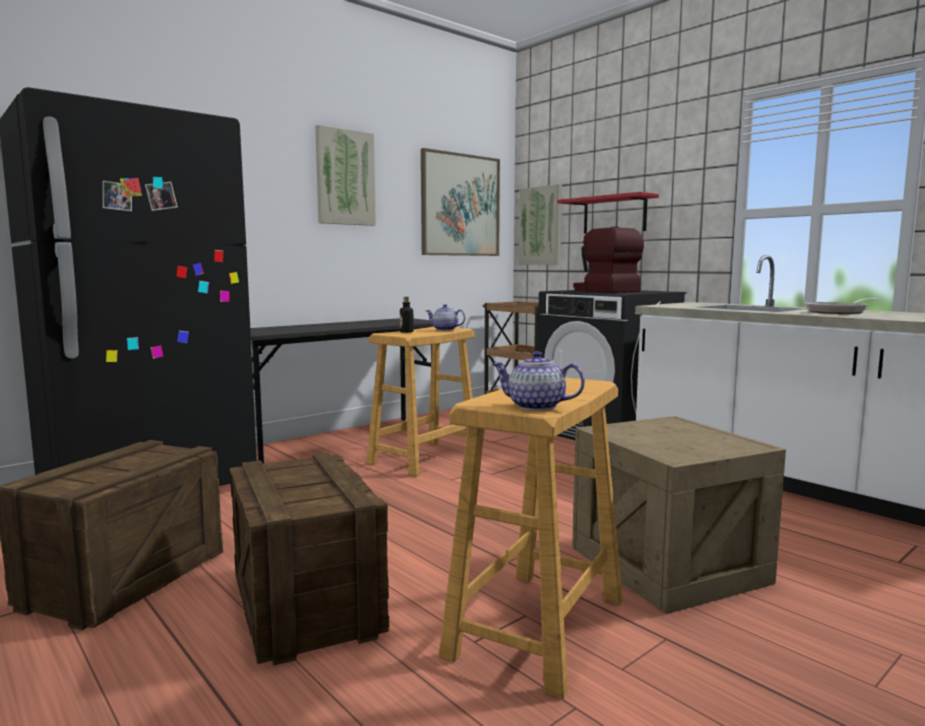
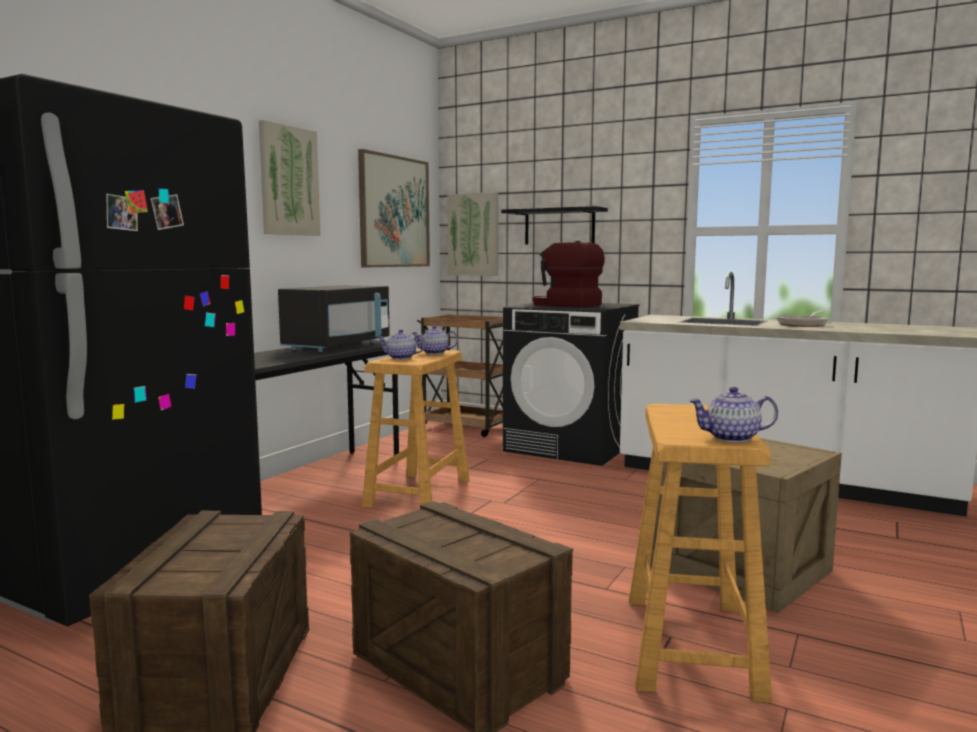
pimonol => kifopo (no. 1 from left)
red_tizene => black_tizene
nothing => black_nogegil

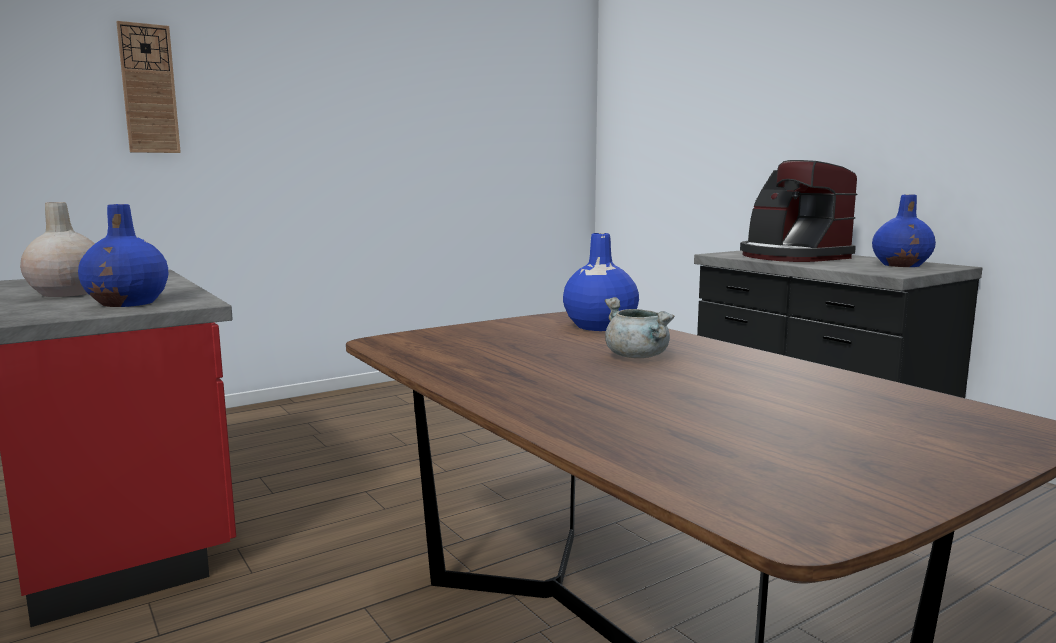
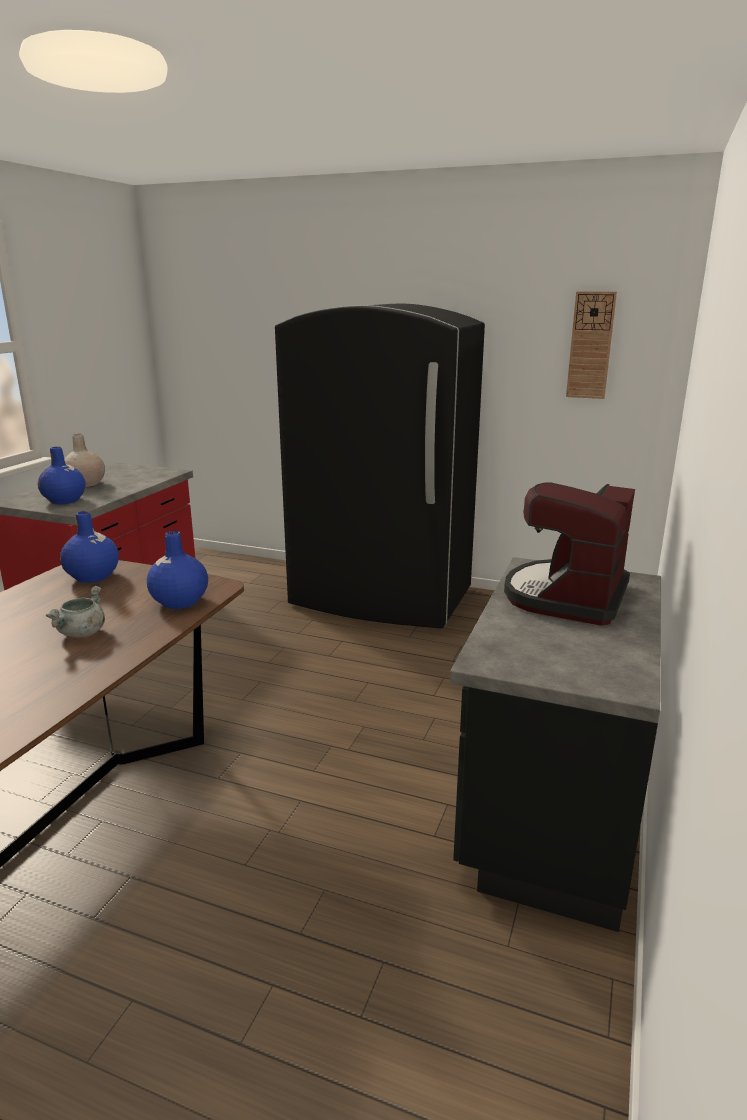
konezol, relocated
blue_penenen (no. 3 from left in the first image) => blue_penenen (no. 2 from left), relocated
nothing => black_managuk

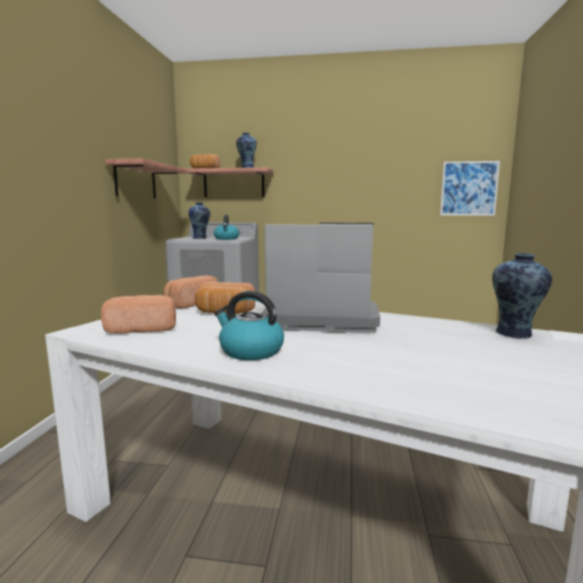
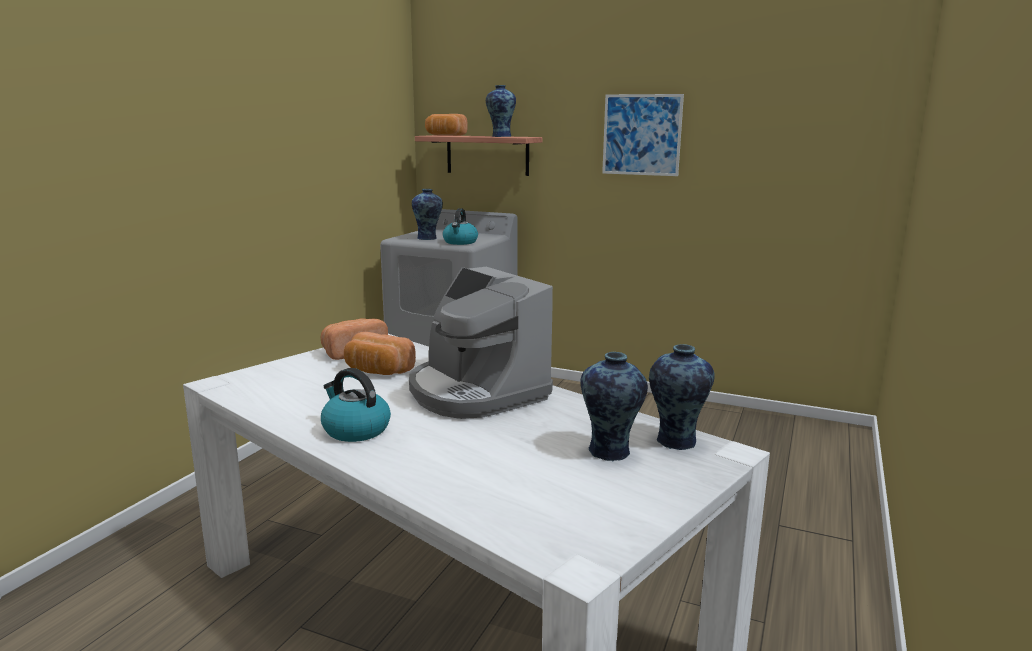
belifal (no. 1 from left) => nothing
tizene (no. 1 from left) => nothing
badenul, 150 degrees counterclockwise
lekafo, relocated
nothing => penenen (no. 3 from left)

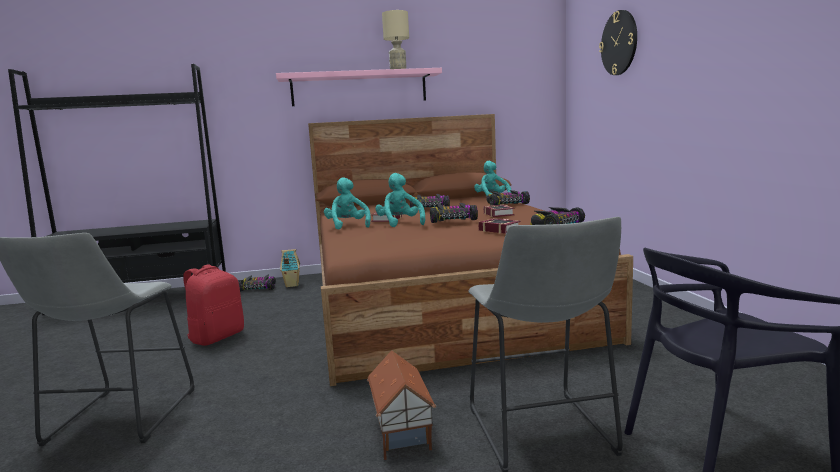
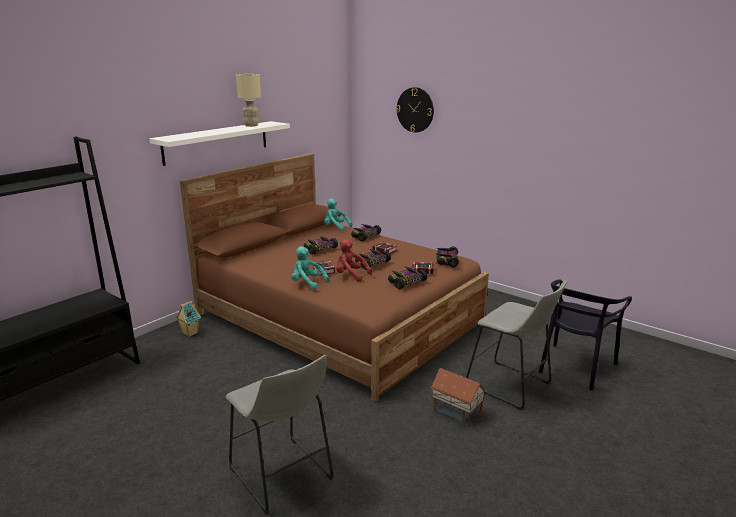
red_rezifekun => nothing
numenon (no. 1 from left in the first image) => numenon (no. 4 from left), relocated
pink_tizene => white_tizene
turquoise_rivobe (no. 2 from left) => red_rivobe

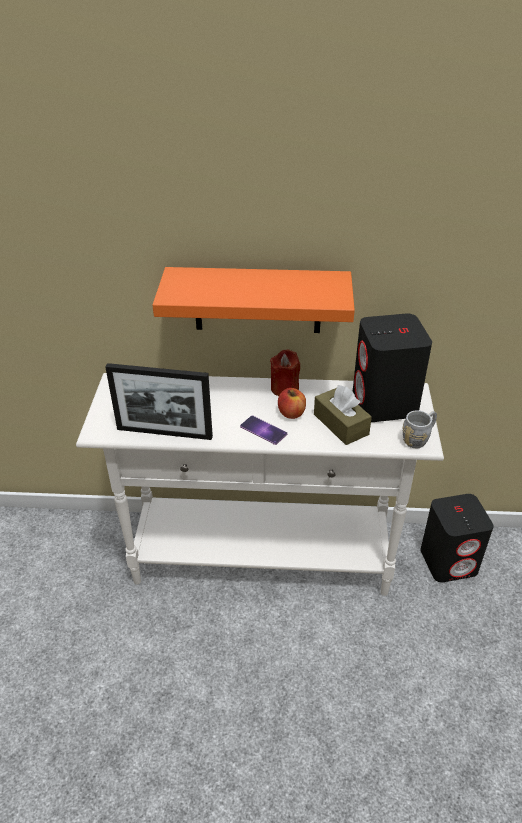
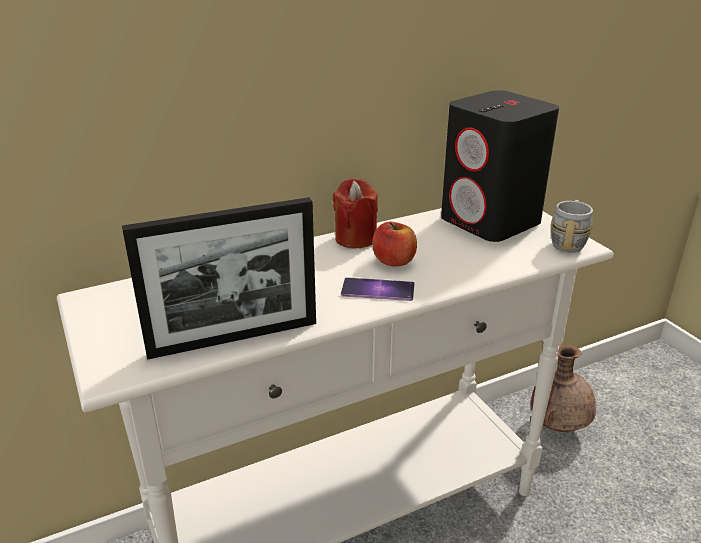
orange_tizene => nothing
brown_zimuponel => nothing
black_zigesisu (no. 2 from left) => brown_penenen

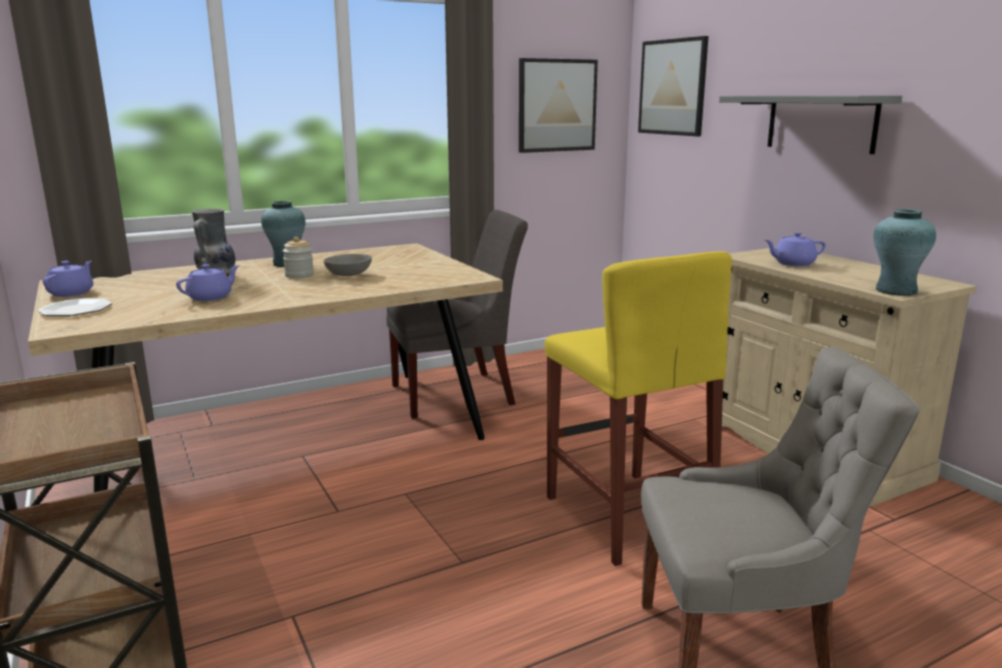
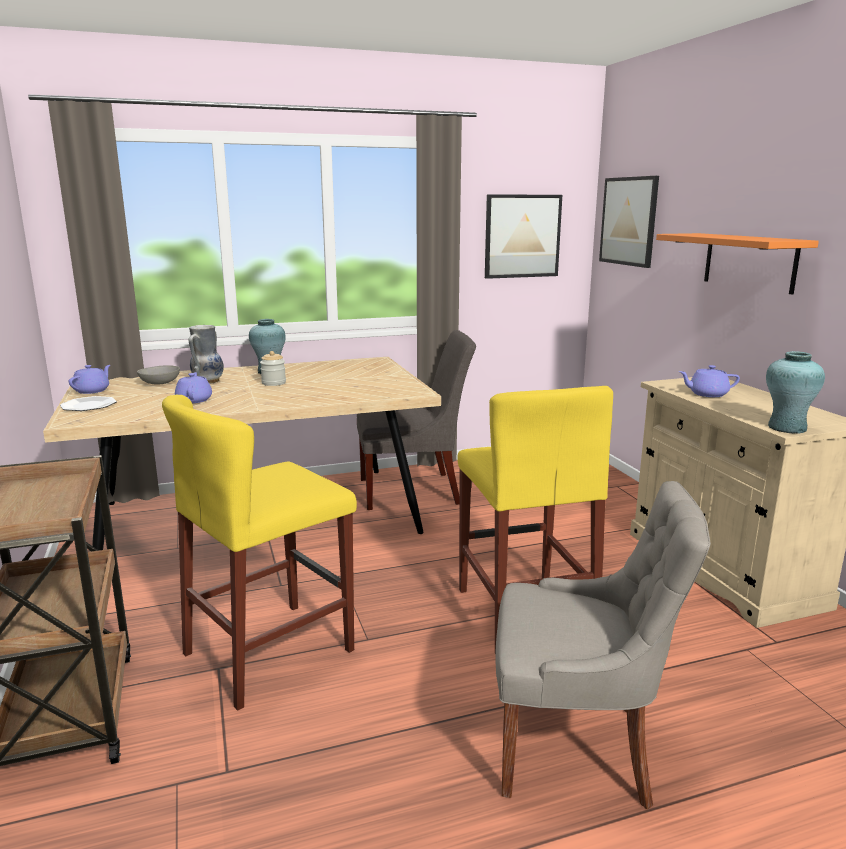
purple_kifopo (no. 2 from left), 60 degrees counterclockwise
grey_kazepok, relocated
grey_tizene => orange_tizene
nothing => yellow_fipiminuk (no. 1 from left)

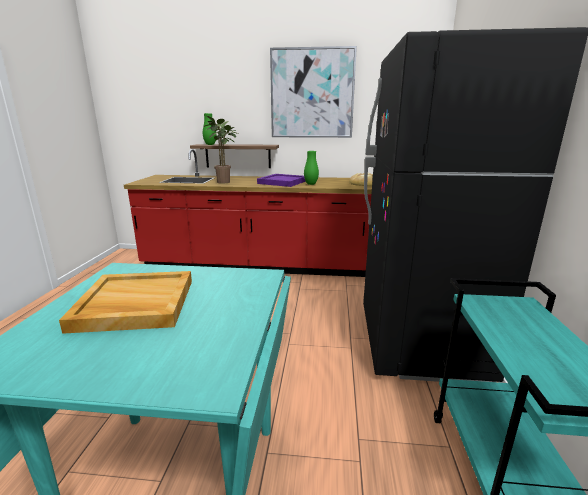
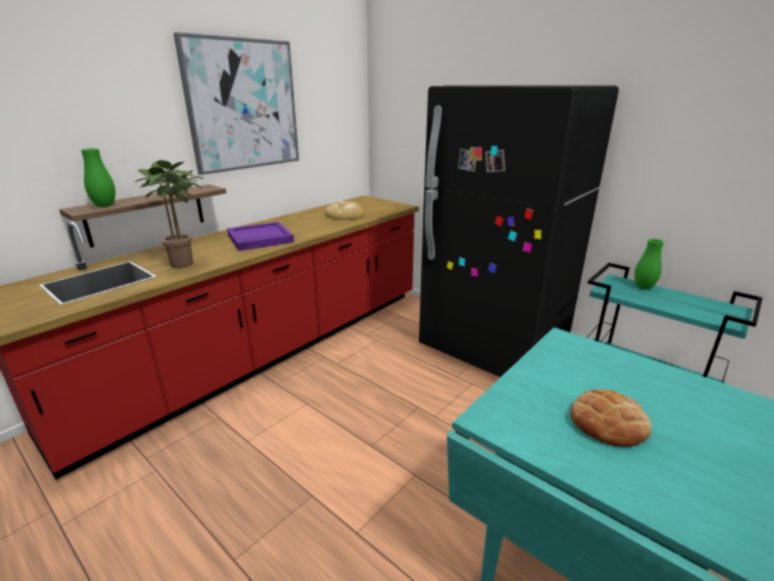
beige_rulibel => belifal (no. 2 from left)
green_penenen (no. 2 from left), relocated

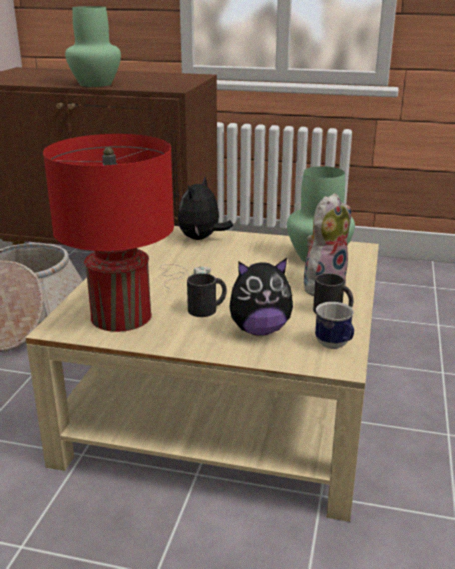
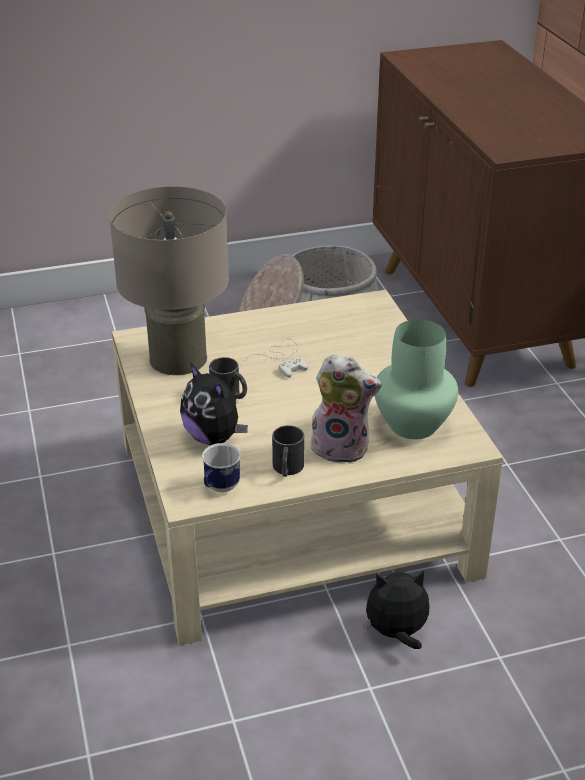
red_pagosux => beige_pagosux
green_penenen (no. 1 from left) => nothing
rivobe (no. 1 from left in the first image) => rivobe (no. 3 from left), relocated

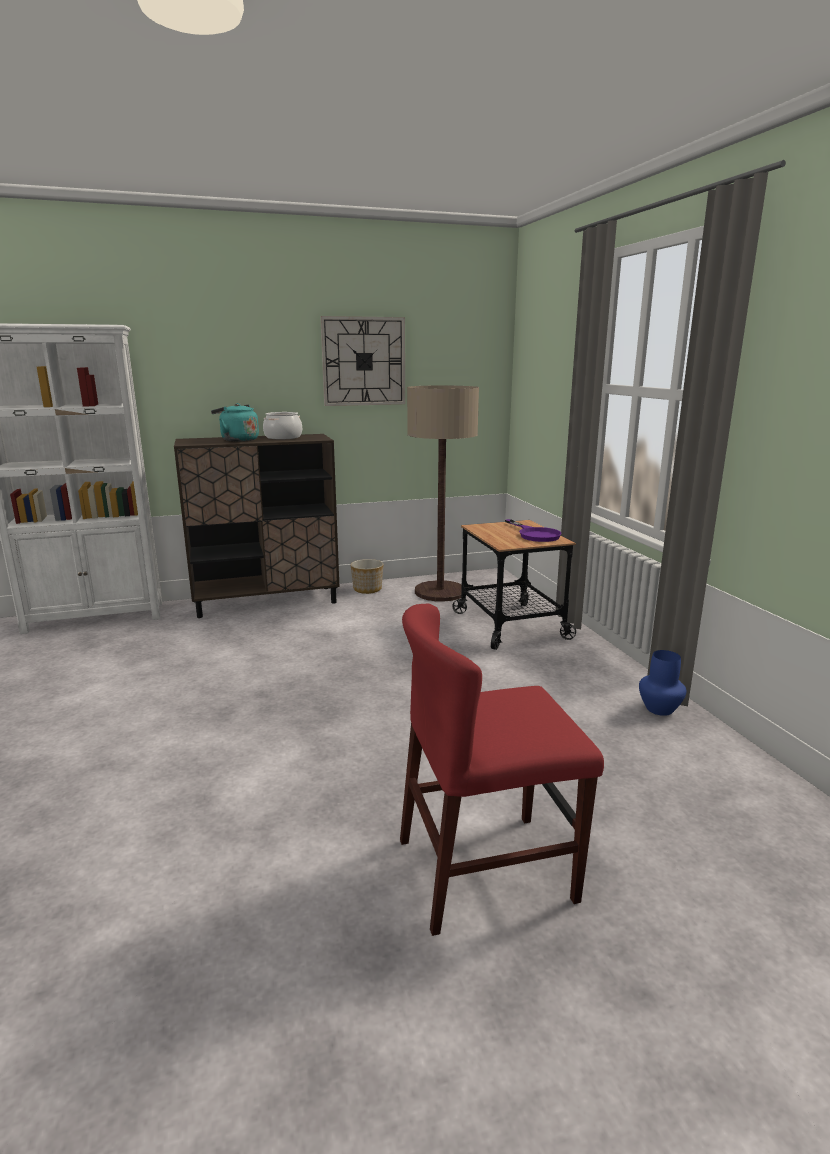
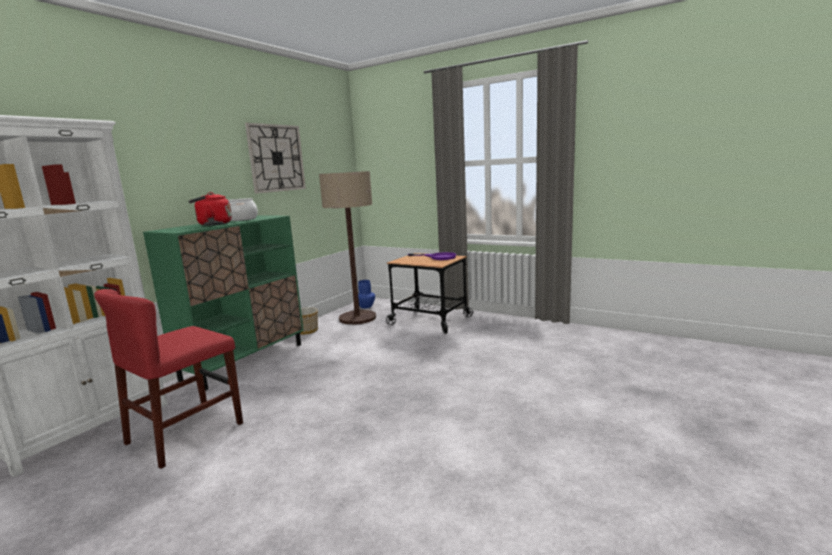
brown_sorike => green_sorike
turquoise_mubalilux => red_mubalilux
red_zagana, relocated
blue_penenen, relocated

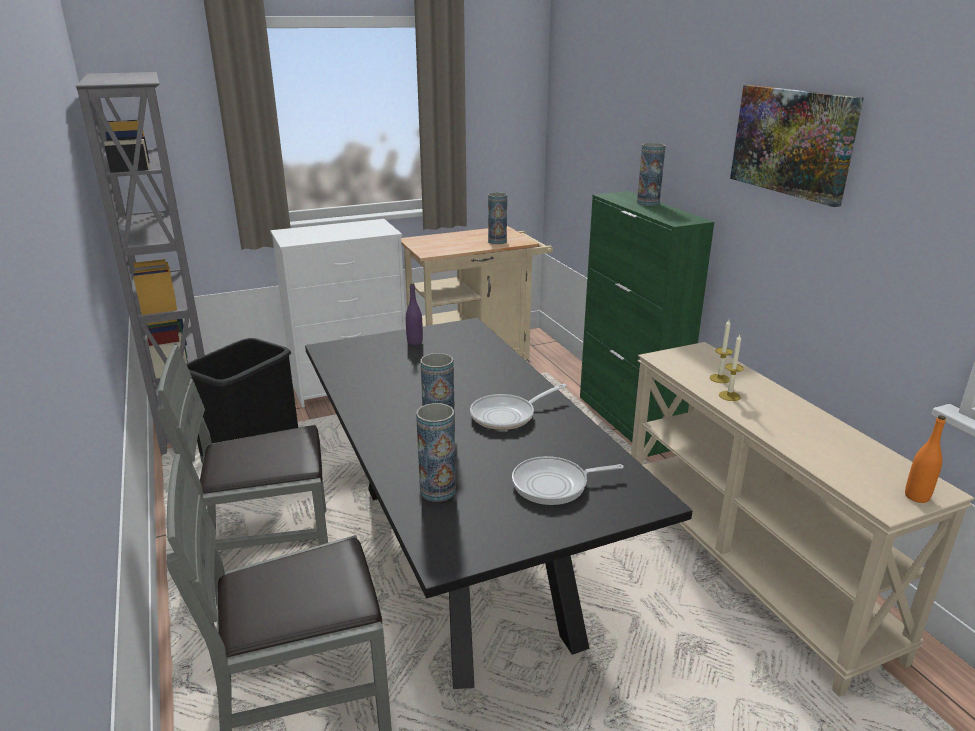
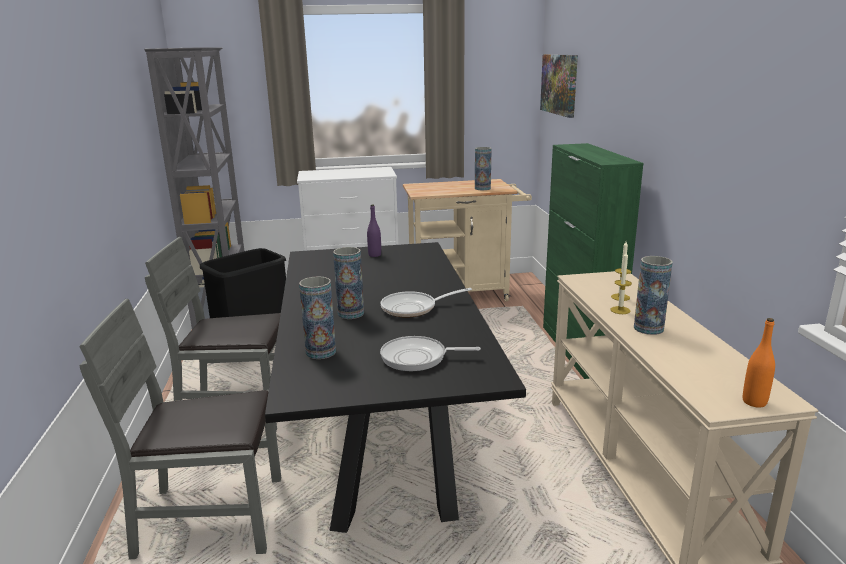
penenen (no. 4 from left), relocated
lekafo, relocated

